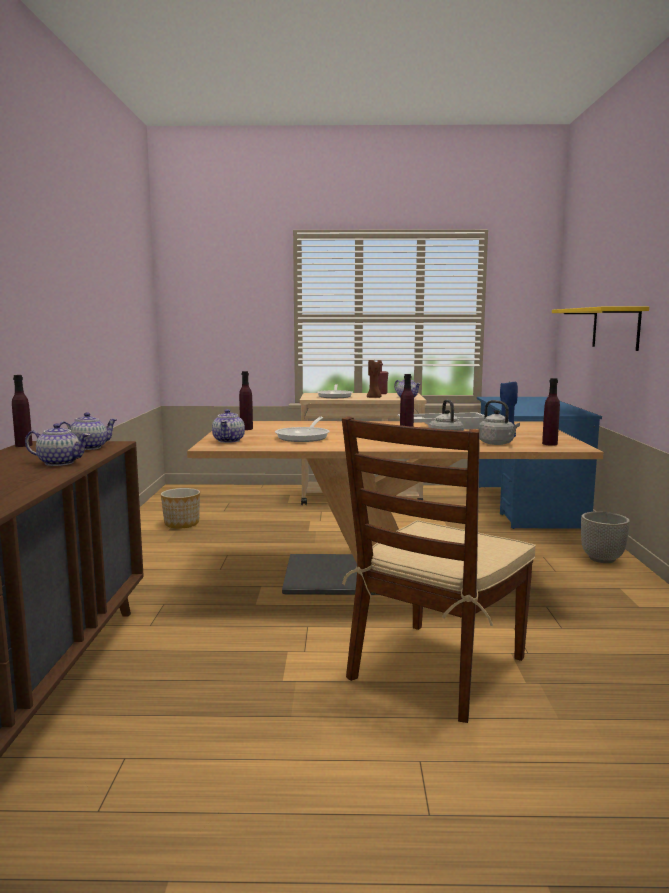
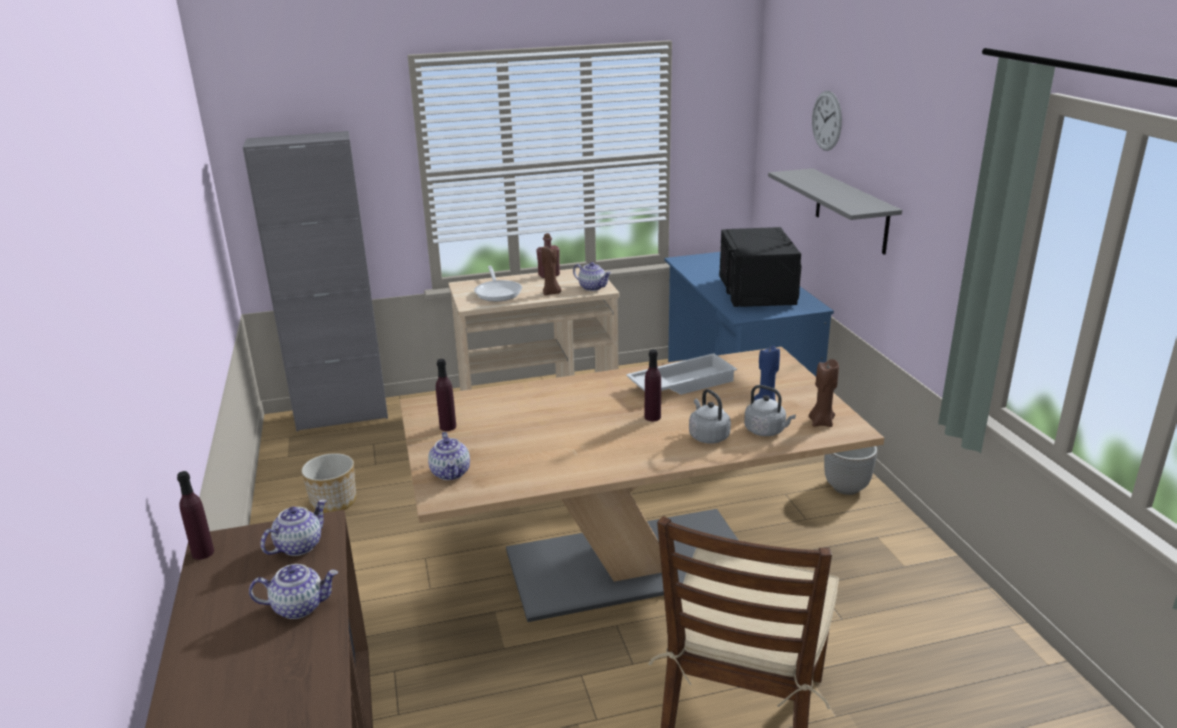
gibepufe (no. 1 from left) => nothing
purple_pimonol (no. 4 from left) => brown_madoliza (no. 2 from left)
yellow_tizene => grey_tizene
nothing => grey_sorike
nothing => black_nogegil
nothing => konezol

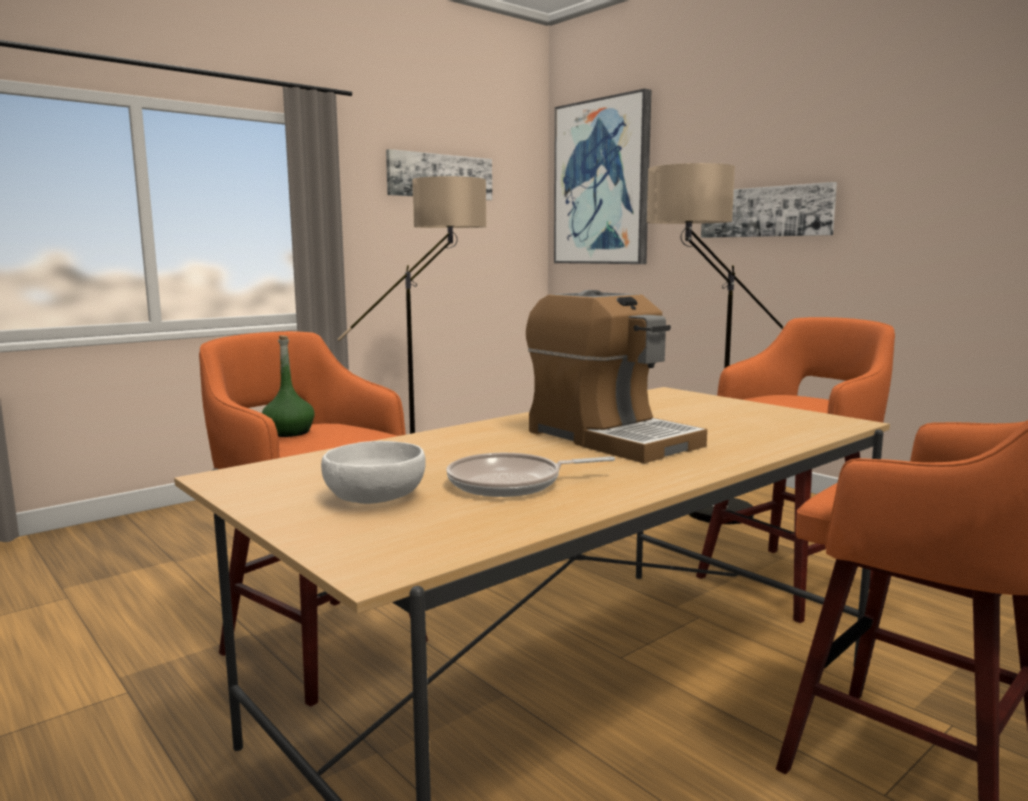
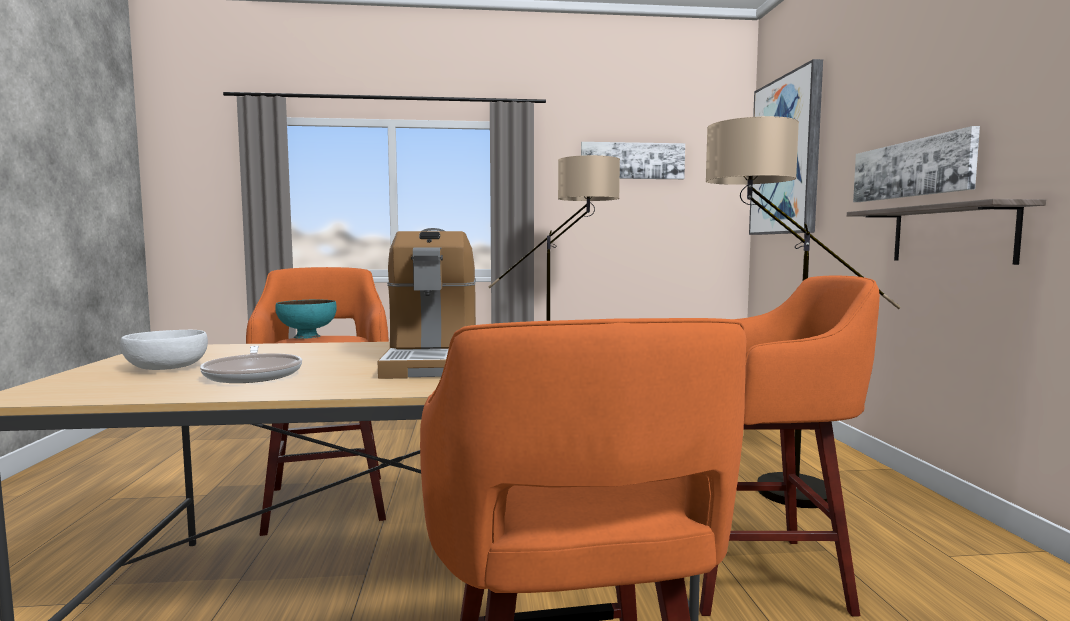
green_pimonol => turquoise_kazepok
gibepufe, 135 degrees counterclockwise
nothing => tizene

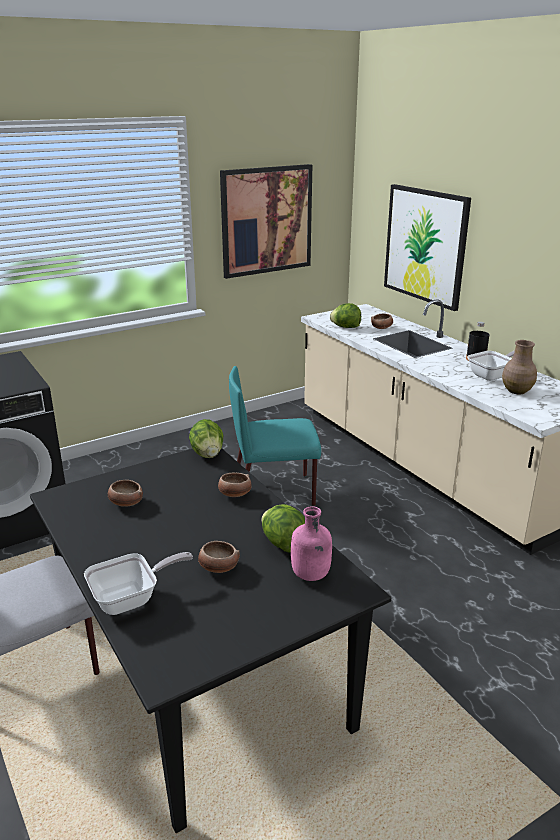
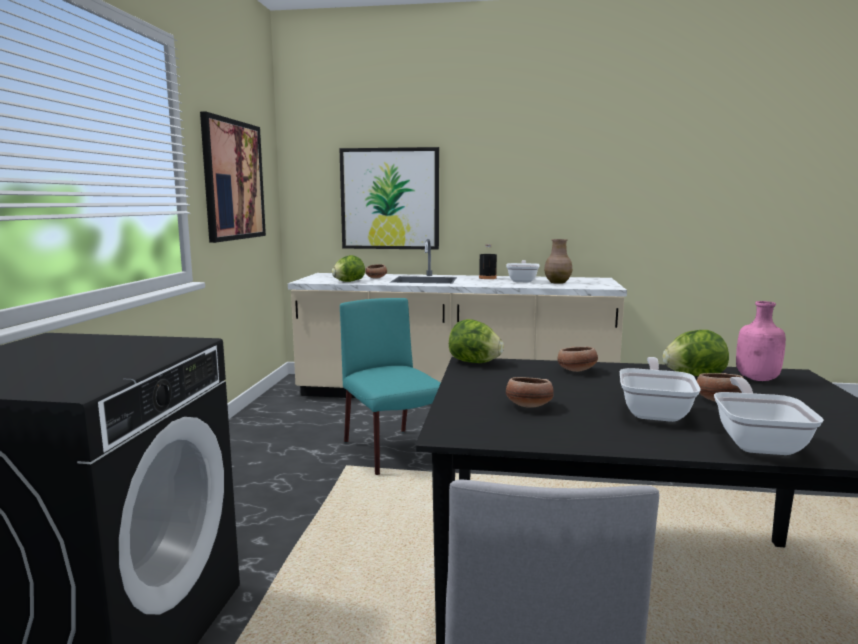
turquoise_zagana, 120 degrees clockwise
nothing => gibepufe (no. 2 from left)

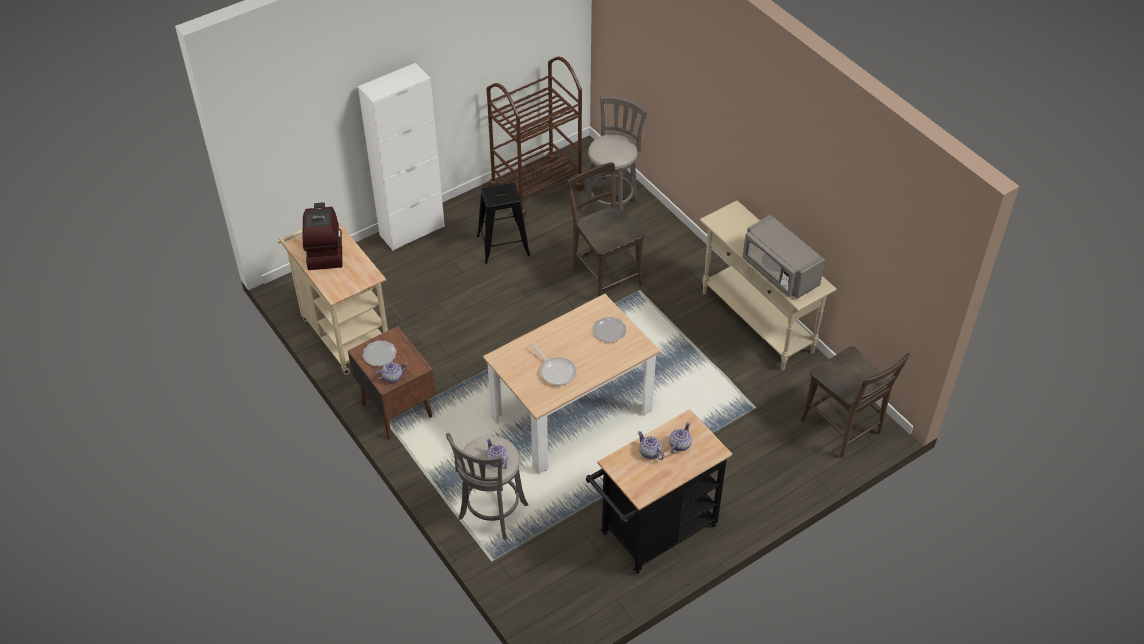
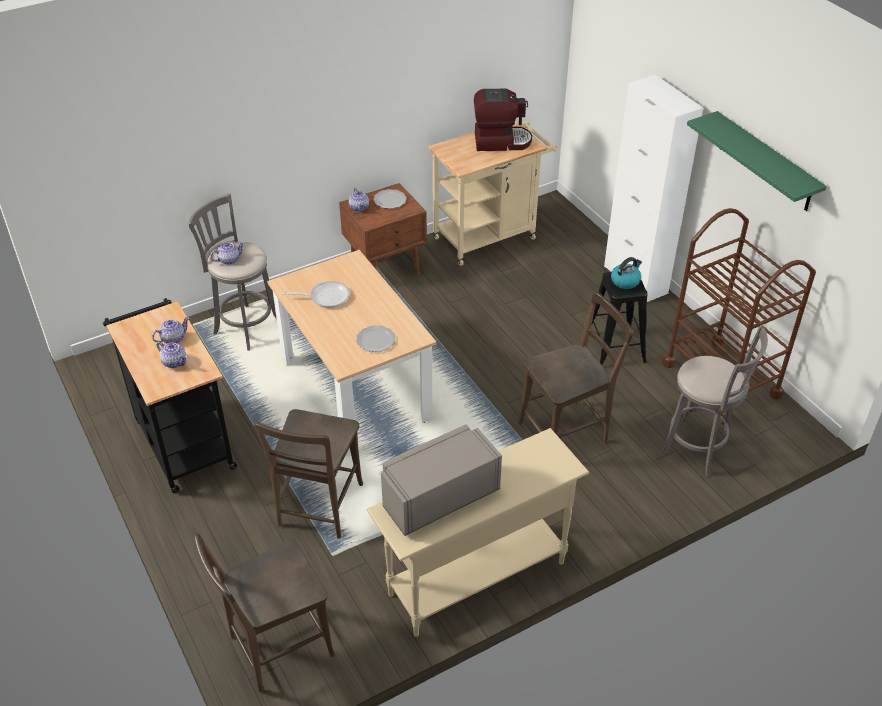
gibepufe, 150 degrees counterclockwise
nothing => brown_zagana (no. 2 from left)
nothing => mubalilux
nothing => green_tizene

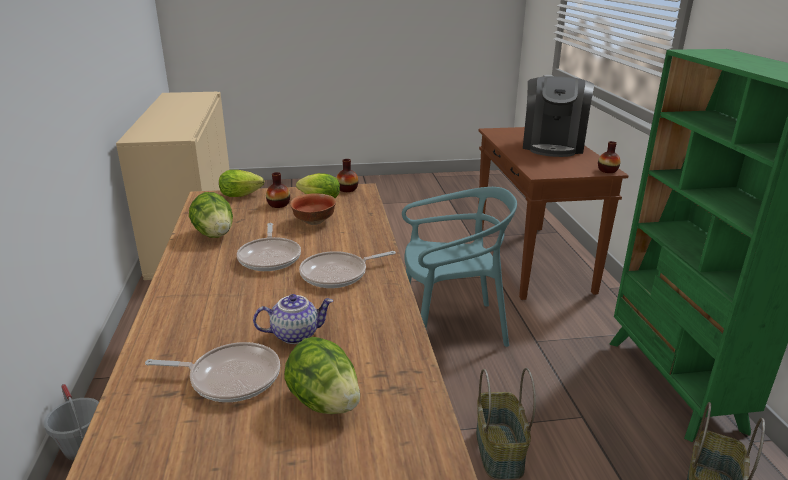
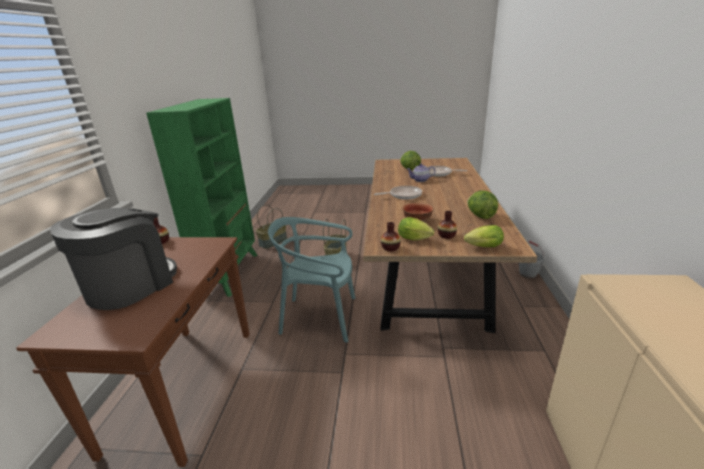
gibepufe (no. 2 from left) => nothing

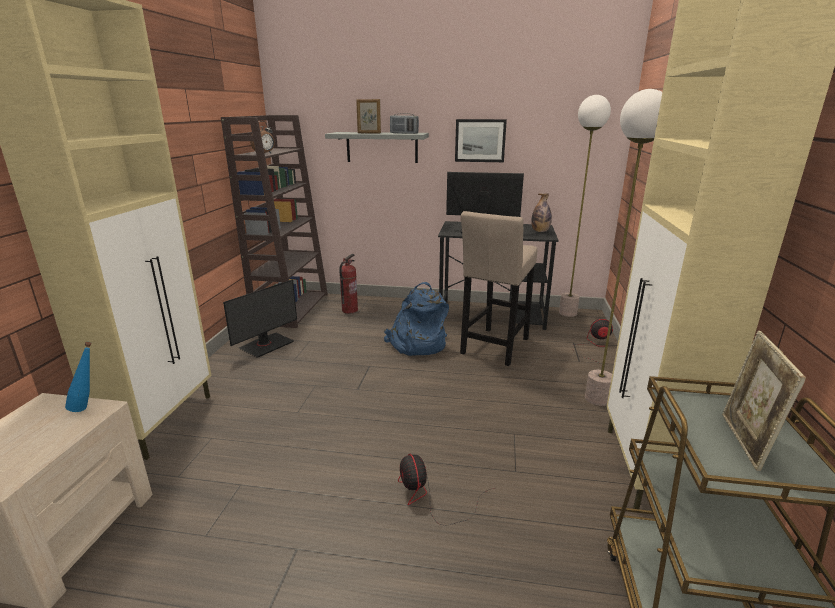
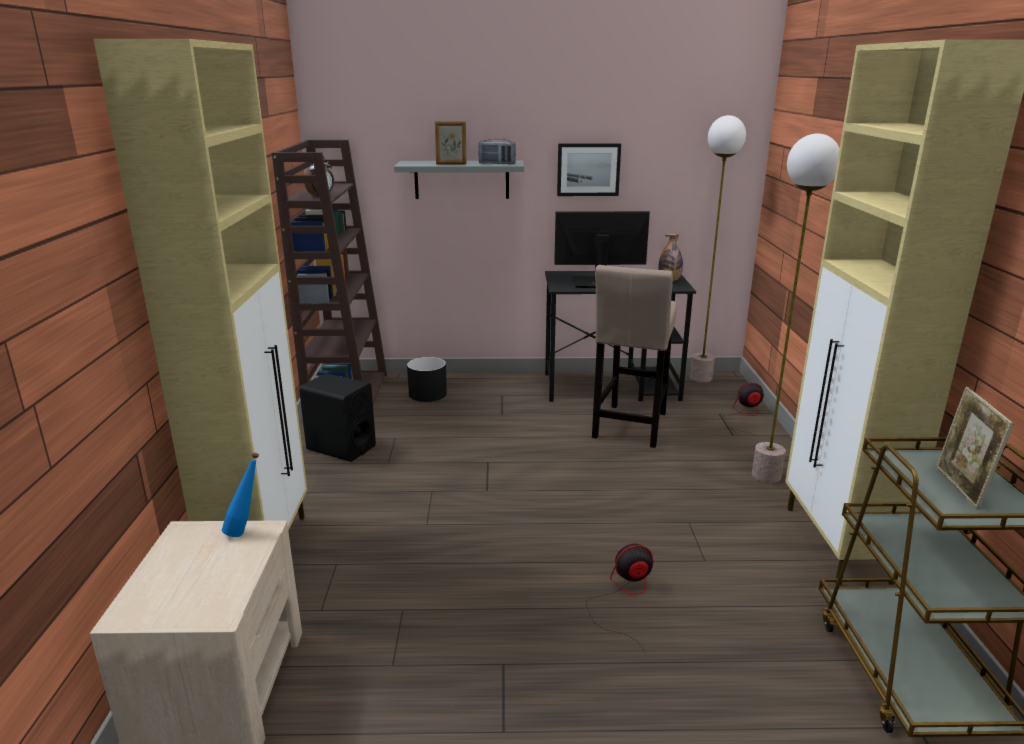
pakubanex (no. 1 from left) => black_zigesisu
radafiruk => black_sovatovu
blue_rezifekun => nothing
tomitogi (no. 1 from left), 105 degrees clockwise

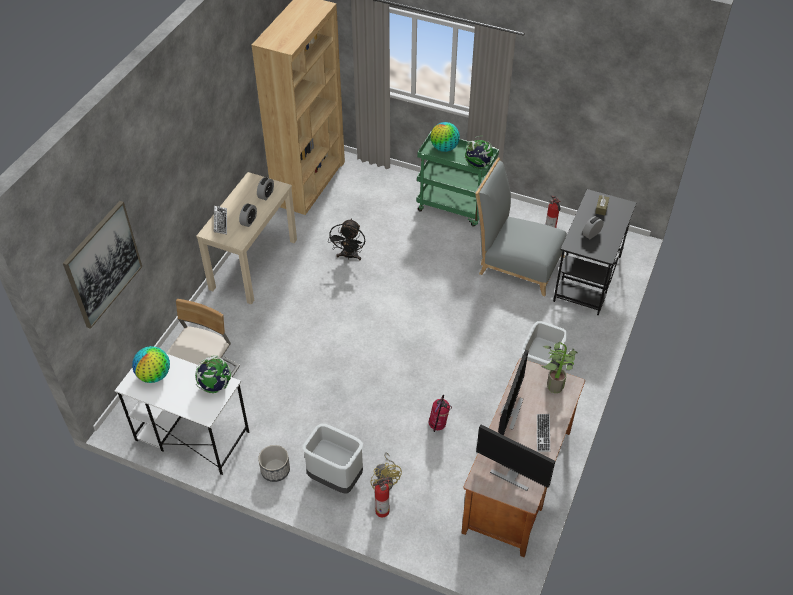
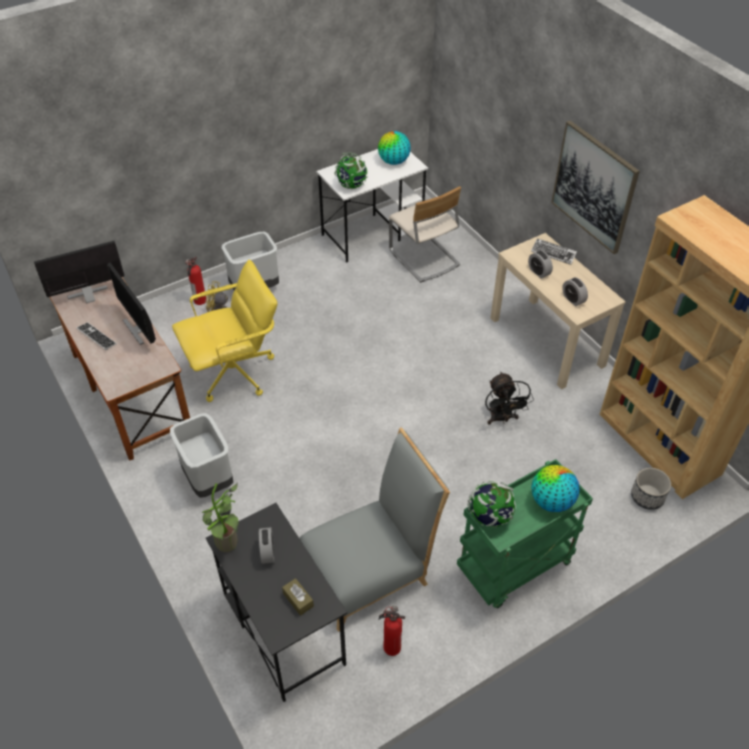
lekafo, relocated
sovatovu, relocated
black_tomitogi, 150 degrees counterclockwise
radafiruk (no. 2 from left) => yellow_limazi
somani, relocated

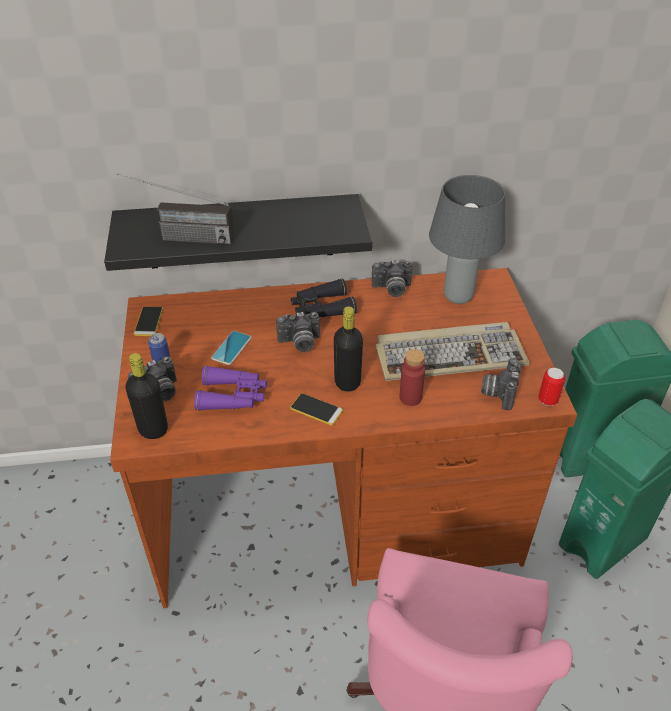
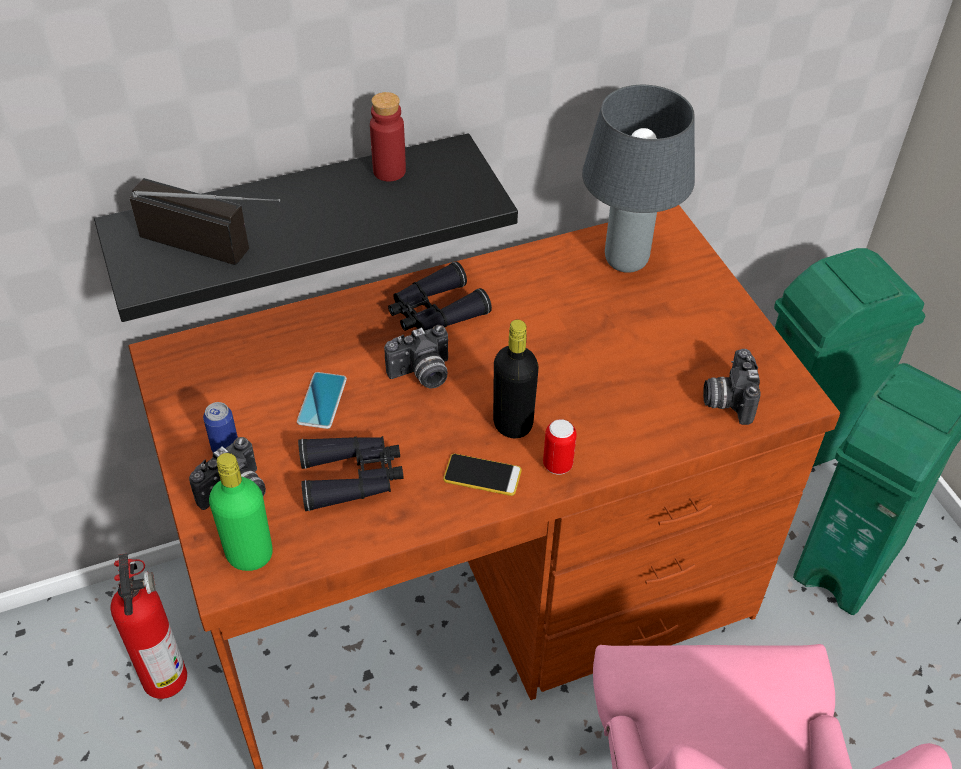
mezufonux, 150 degrees counterclockwise
black_pimonol (no. 1 from left) => green_pimonol
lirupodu (no. 1 from left) => nothing
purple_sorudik => black_sorudik (no. 1 from left)
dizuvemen (no. 3 from left) => nothing
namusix => nothing
red_pimonol, relocated
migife (no. 2 from left), relocated
nothing => radafiruk

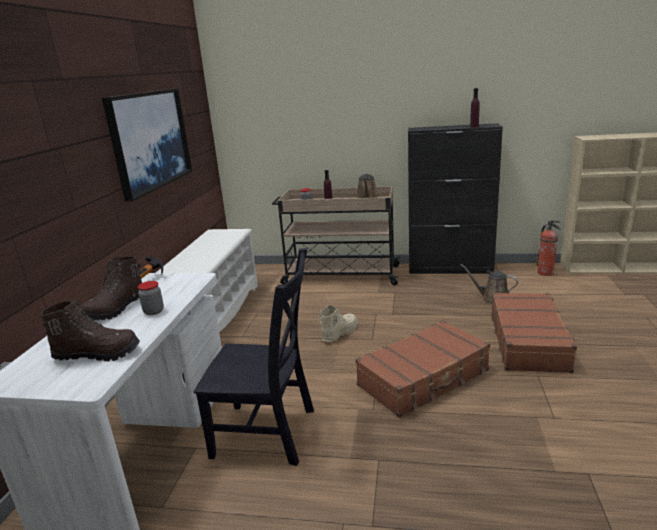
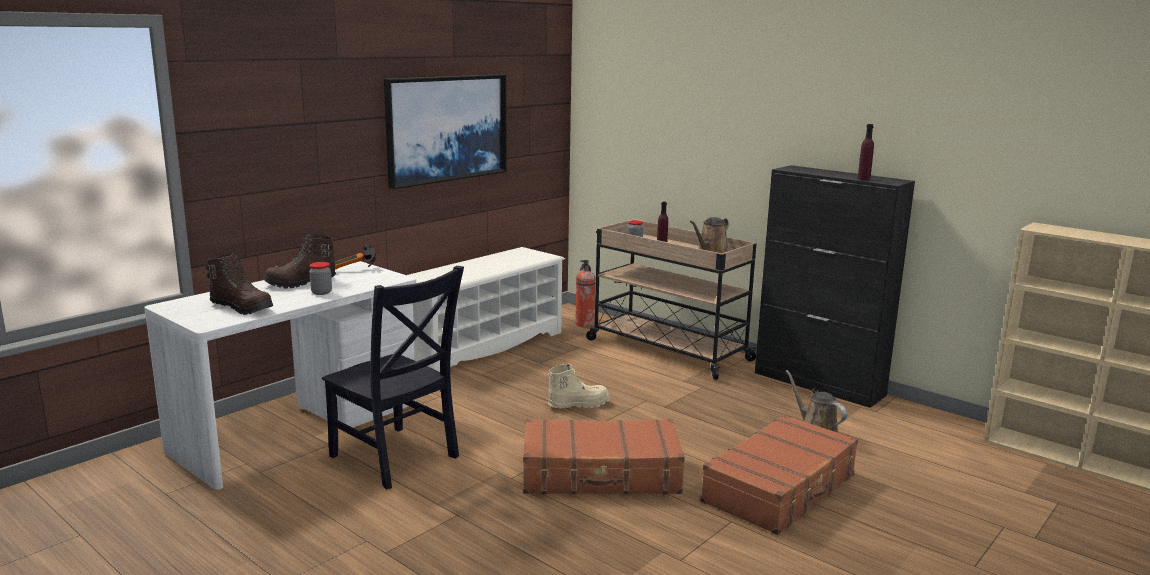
radafiruk, relocated

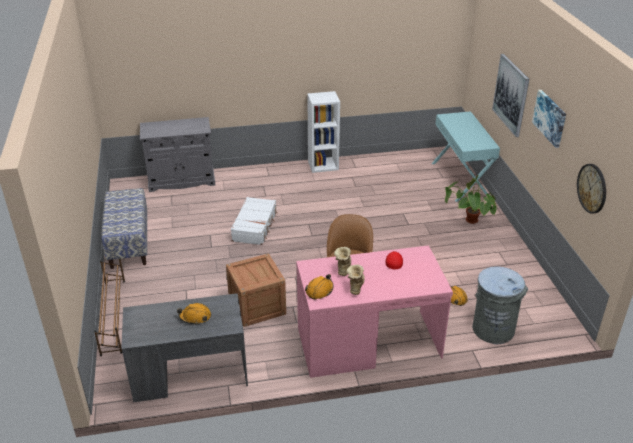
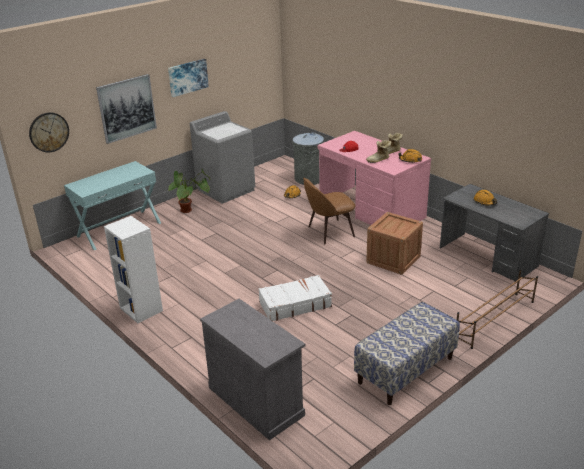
konezol, relocated
nothing => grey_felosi

